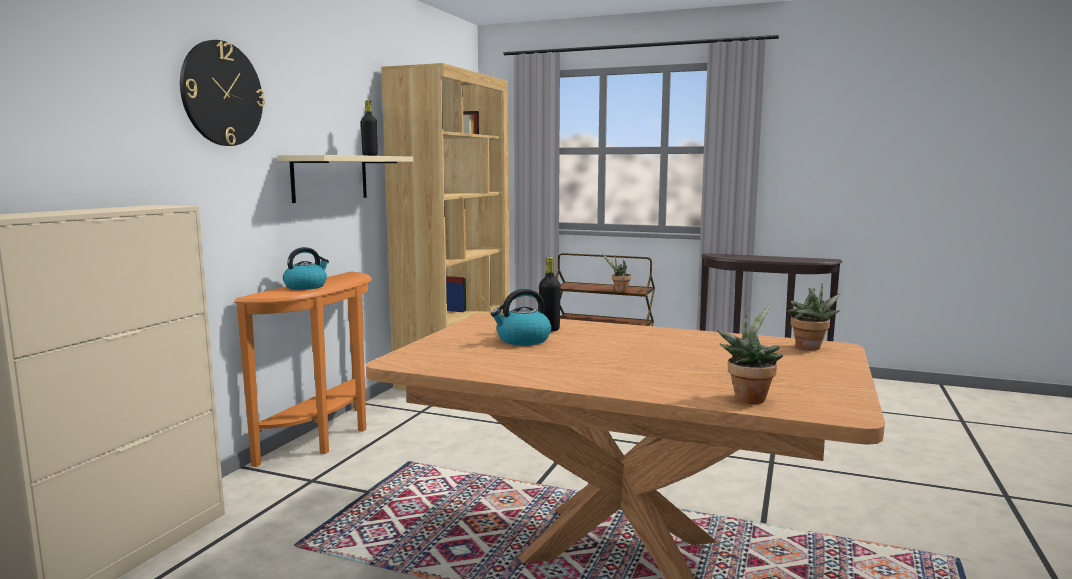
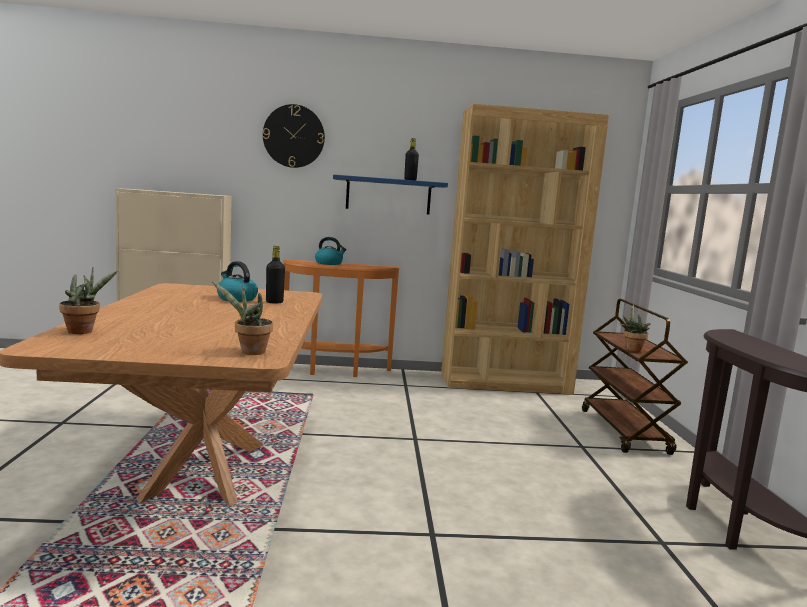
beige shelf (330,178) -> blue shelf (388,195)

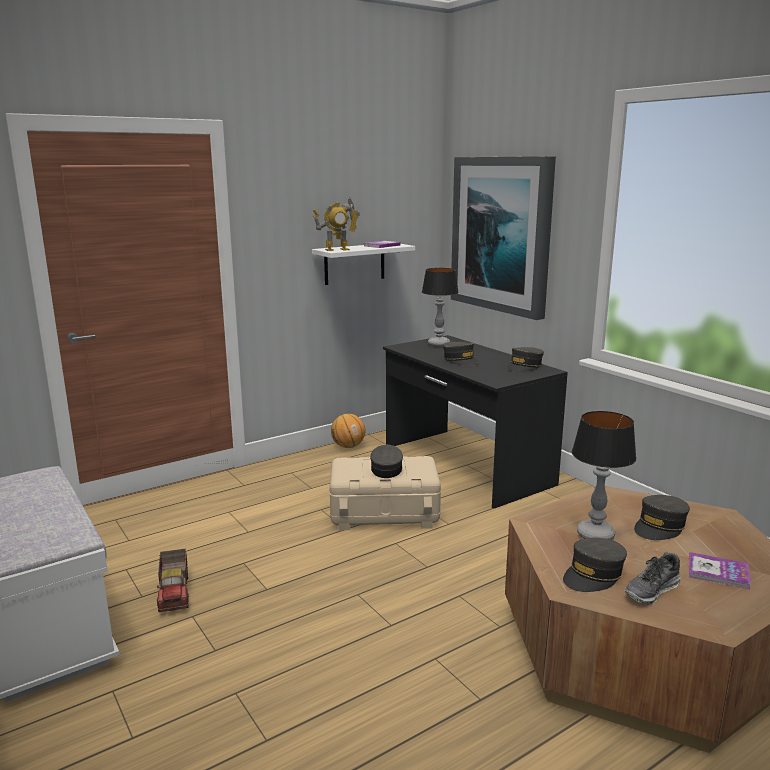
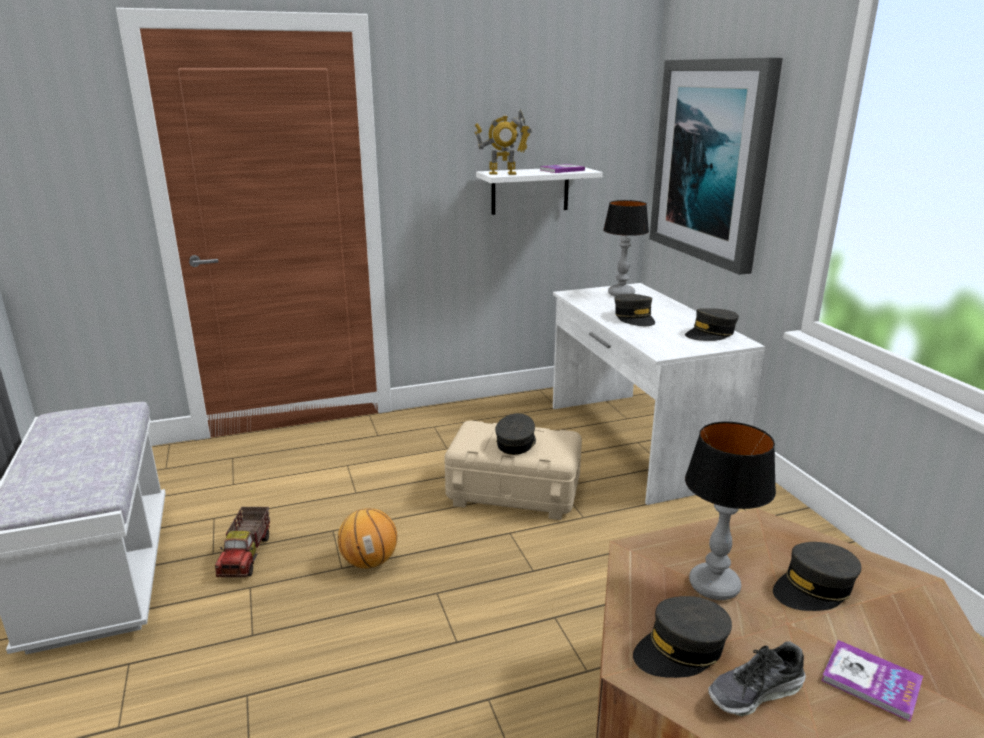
basketball (348,446) -> basketball (369,561), relocated
black desk (465,465) -> white desk (636,443)

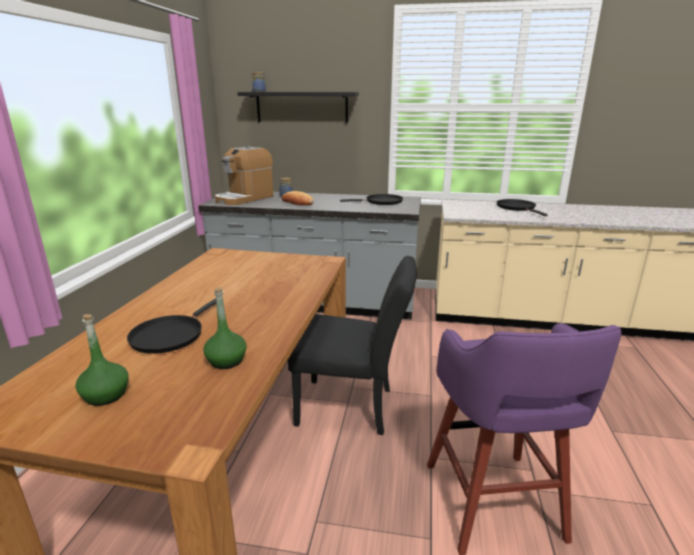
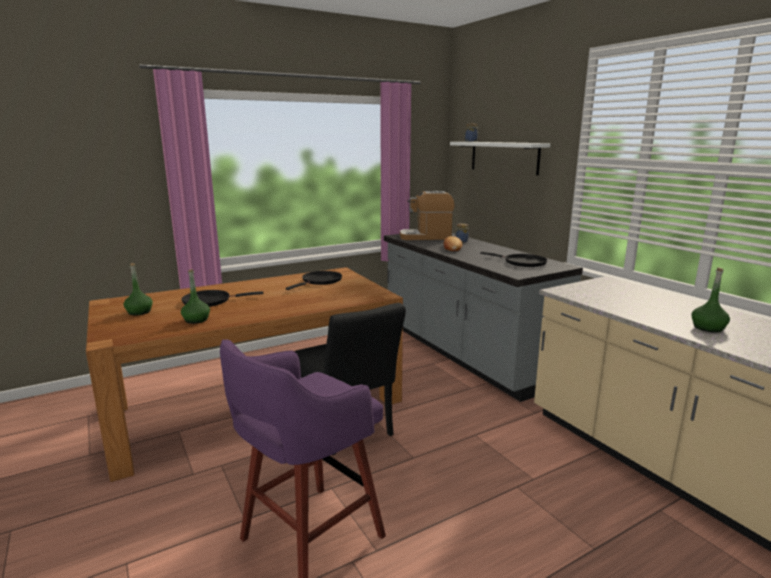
none -> green bottle (708,328)
black frying pan (517,208) -> black frying pan (320,281), relocated
black shelf (301,107) -> white shelf (504,157)

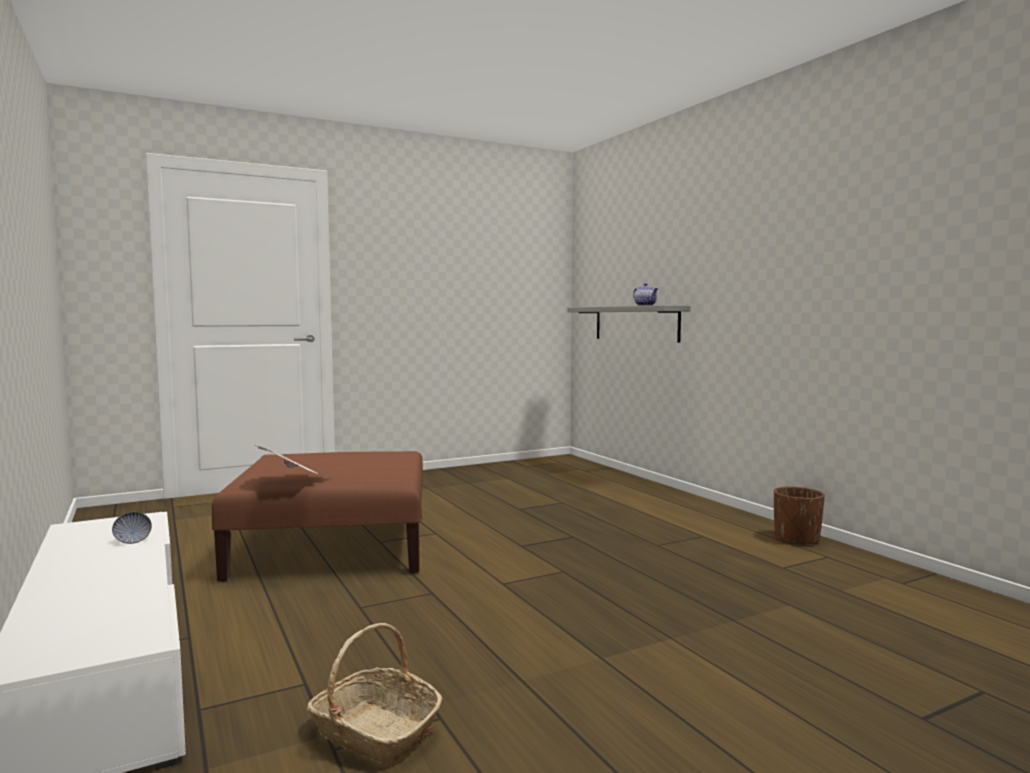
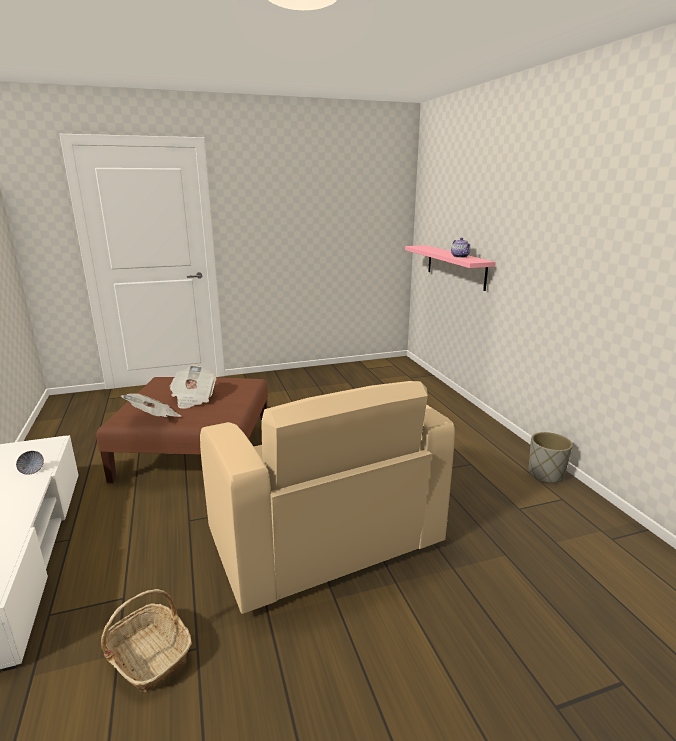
none -> newspaper (193,398)
none -> beige armchair (322,539)
grey shelf (635,323) -> pink shelf (455,266)
brown planter (797,539) -> grey planter (546,475)

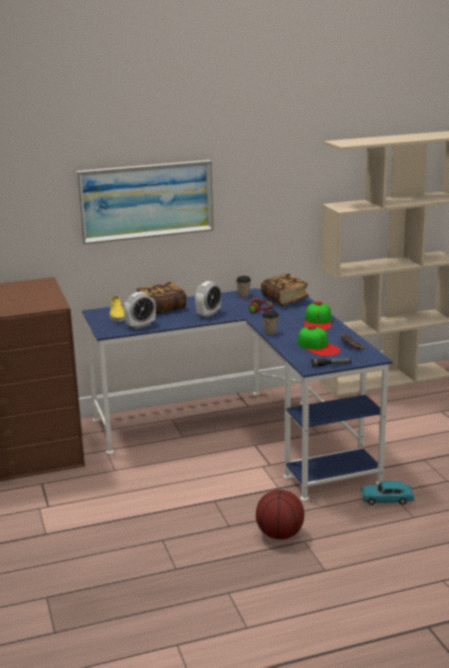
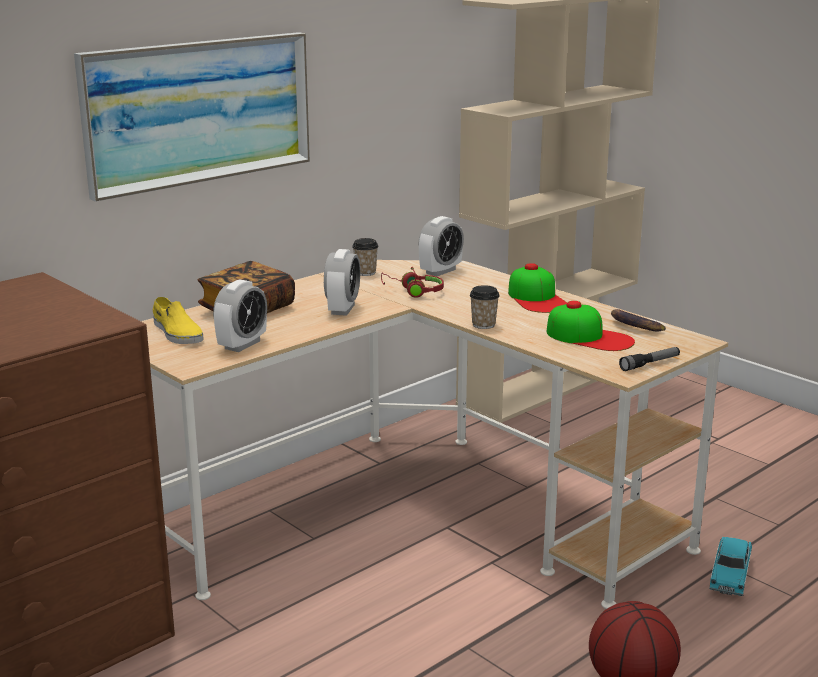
book (285,299) -> alarm clock (440,271)
blue desk (243,433) -> beige desk (411,511)
turquoise toy car (387,500) -> turquoise toy car (730,576), 45 degrees counterclockwise

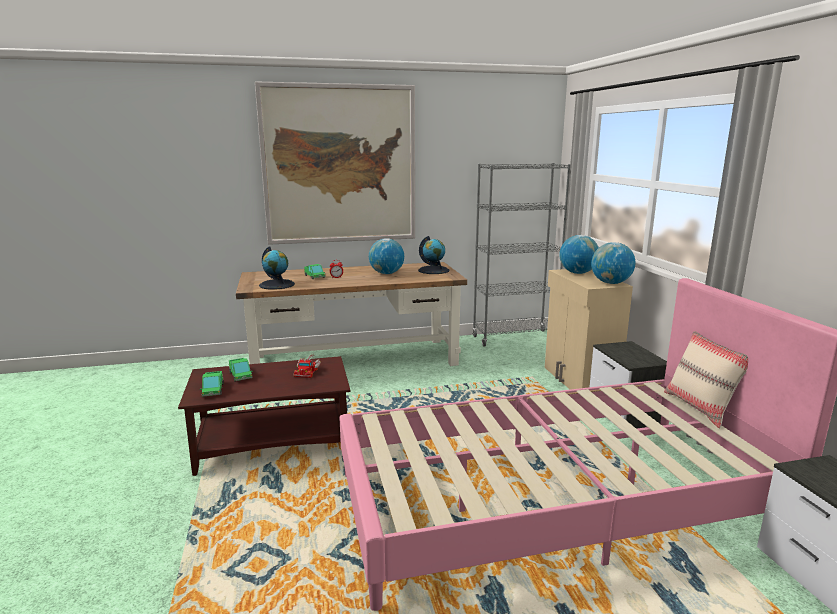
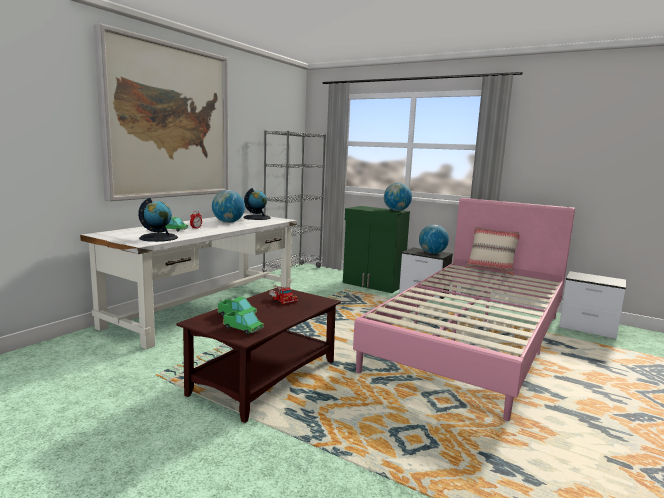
globe (577,273) -> globe (432,253), relocated
brown desk (355,360) -> white desk (205,308)
beige cabinet (579,380) -> green cabinet (373,285)

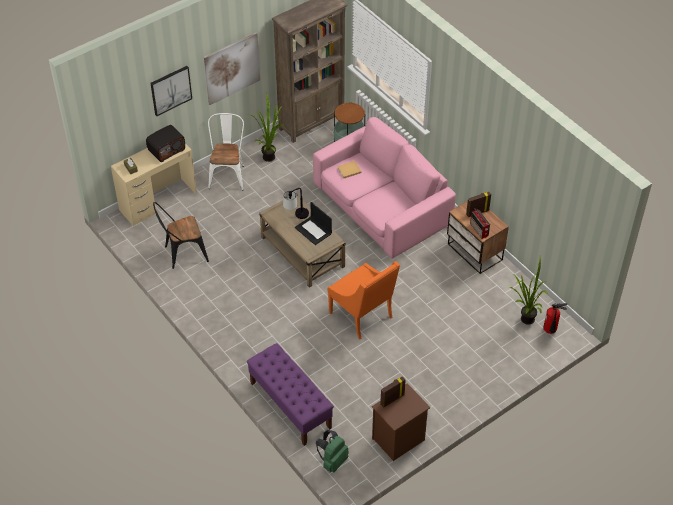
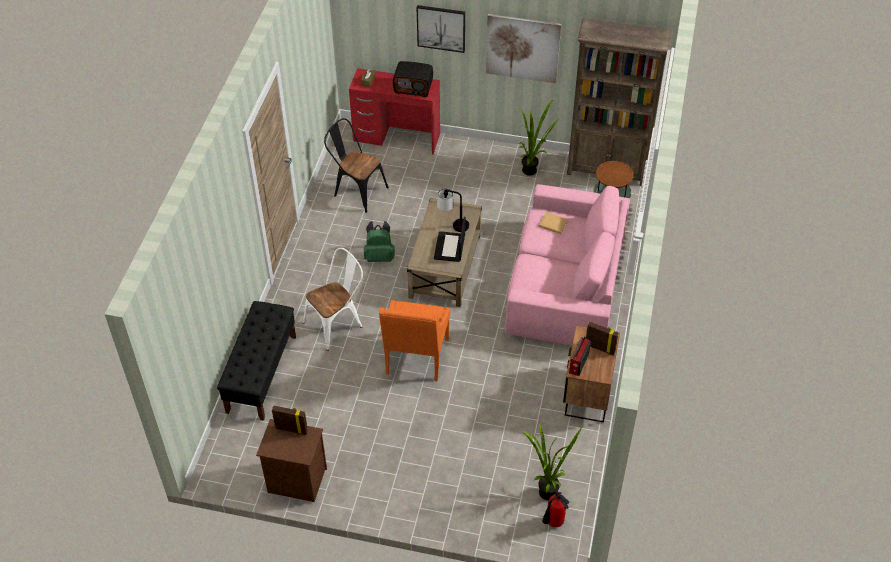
white chair (228,174) -> white chair (337,323), relocated
green backpack (332,461) -> green backpack (379,256), relocated
beige desk (158,201) -> red desk (397,137)
purple bench (290,405) -> black bench (261,373)

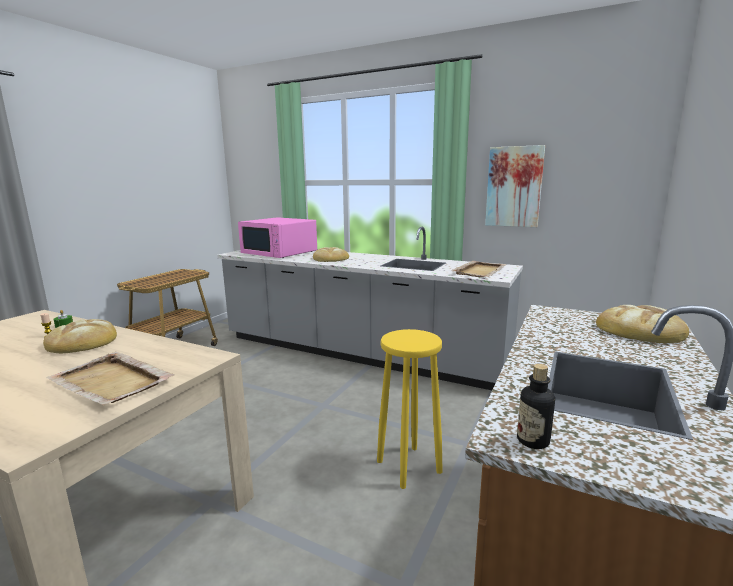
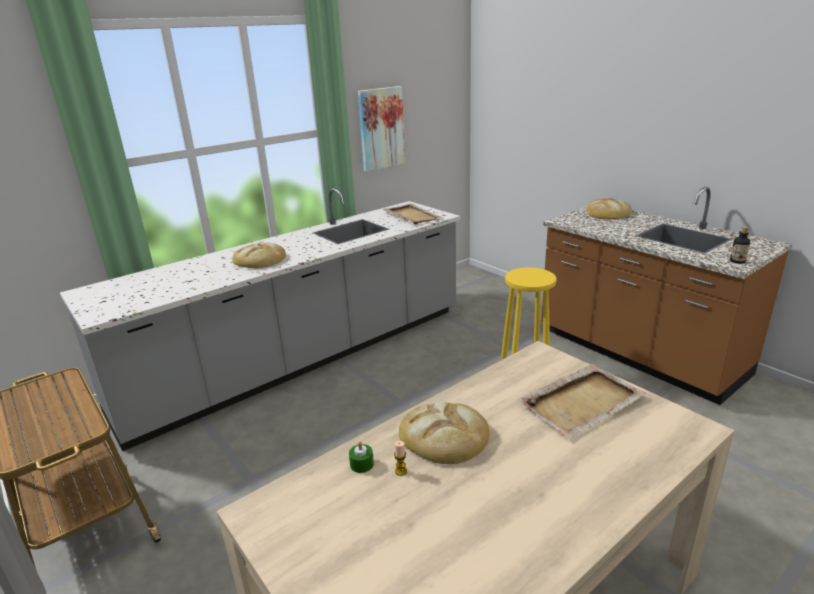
pink microwave (279,252) -> none

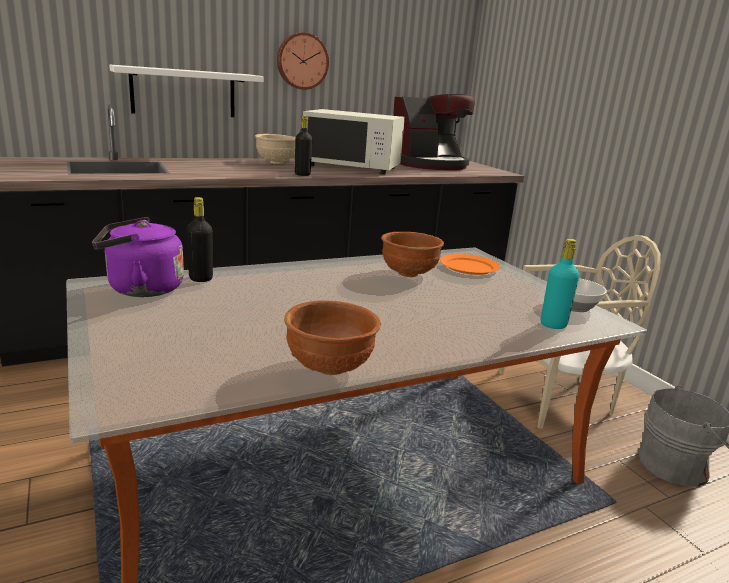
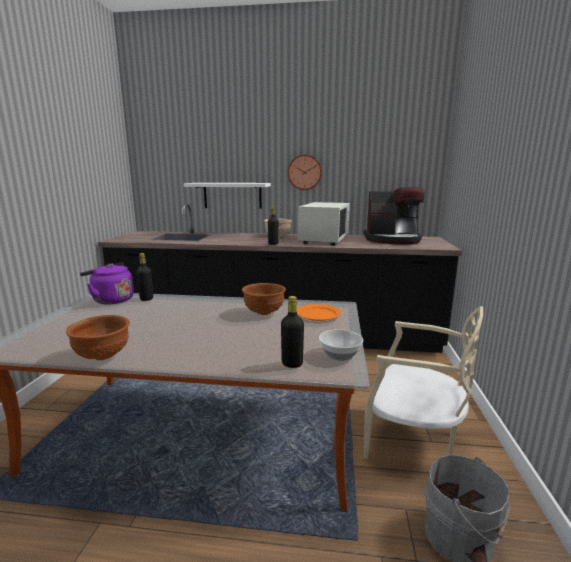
turquoise bottle (553,325) -> black bottle (292,363)
white microwave (352,166) -> white microwave (324,240), 120 degrees counterclockwise

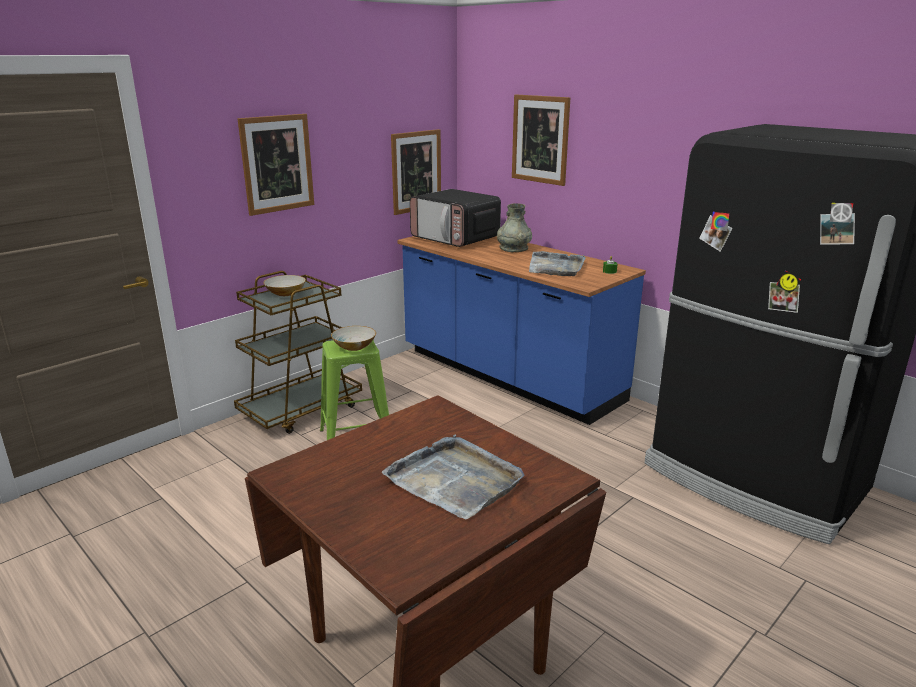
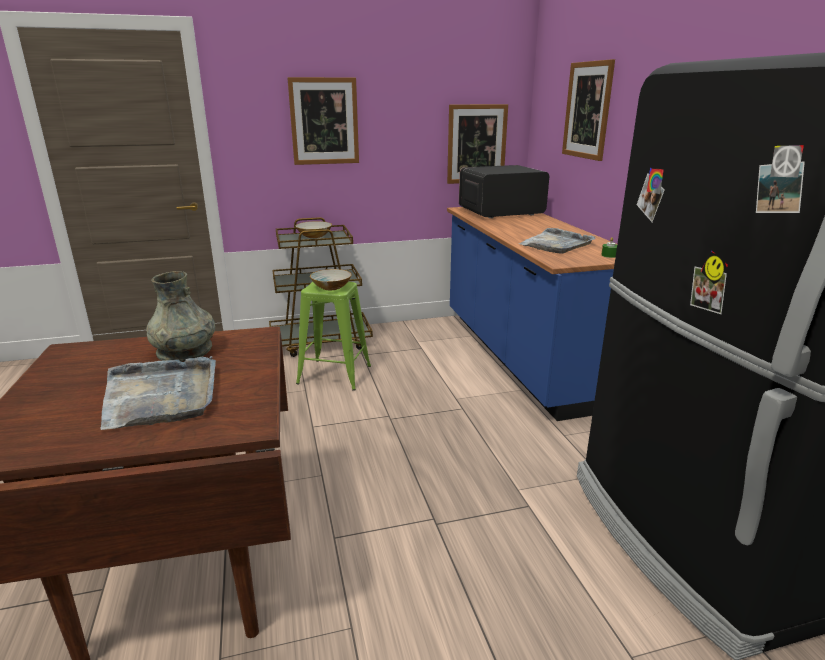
grey vase (513,248) -> grey vase (185,351), relocated
microwave (455,238) -> microwave (500,212), 90 degrees clockwise

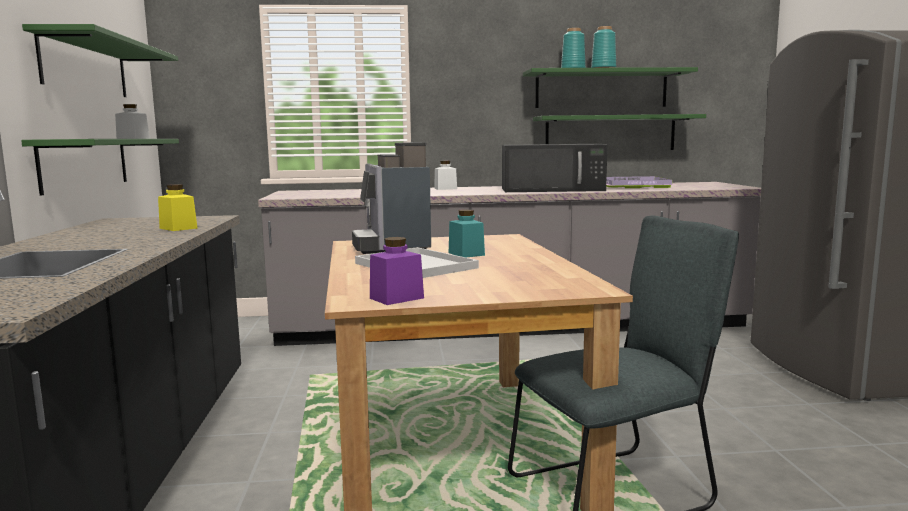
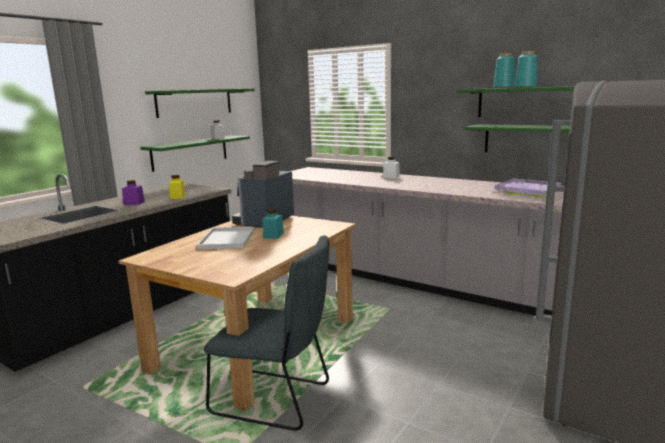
black microwave (553,189) -> none
purple jar (396,298) -> purple jar (134,203), relocated

